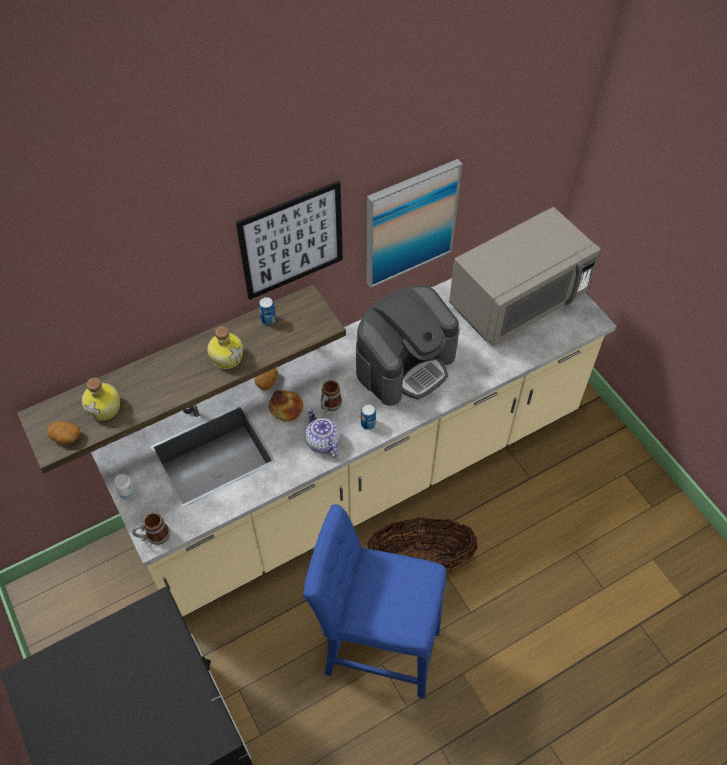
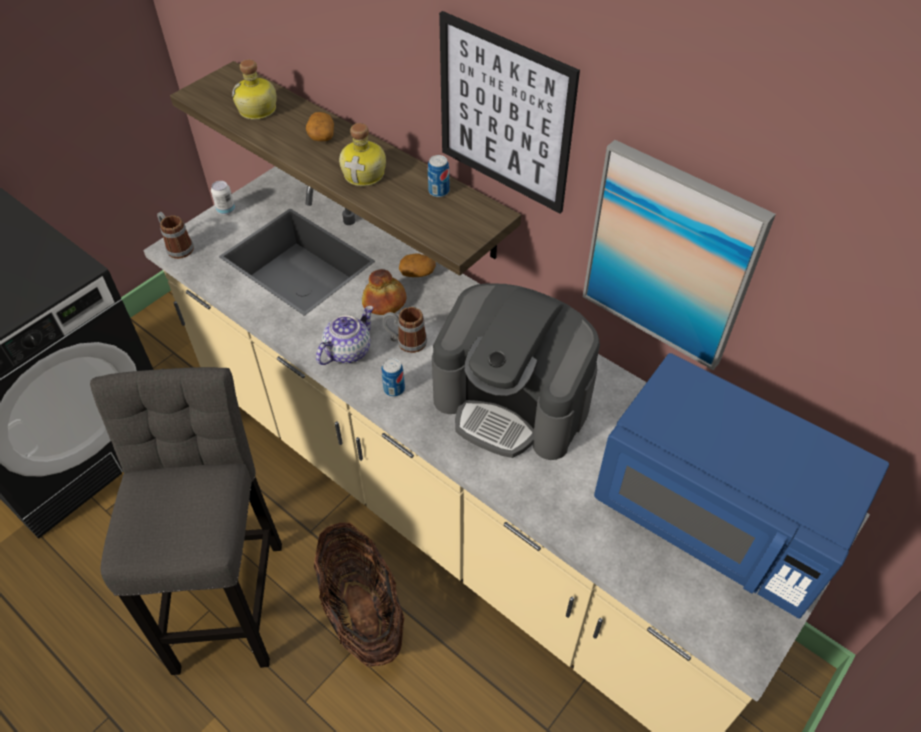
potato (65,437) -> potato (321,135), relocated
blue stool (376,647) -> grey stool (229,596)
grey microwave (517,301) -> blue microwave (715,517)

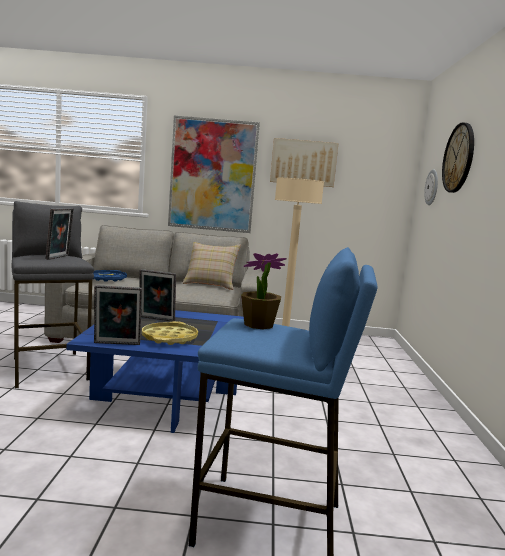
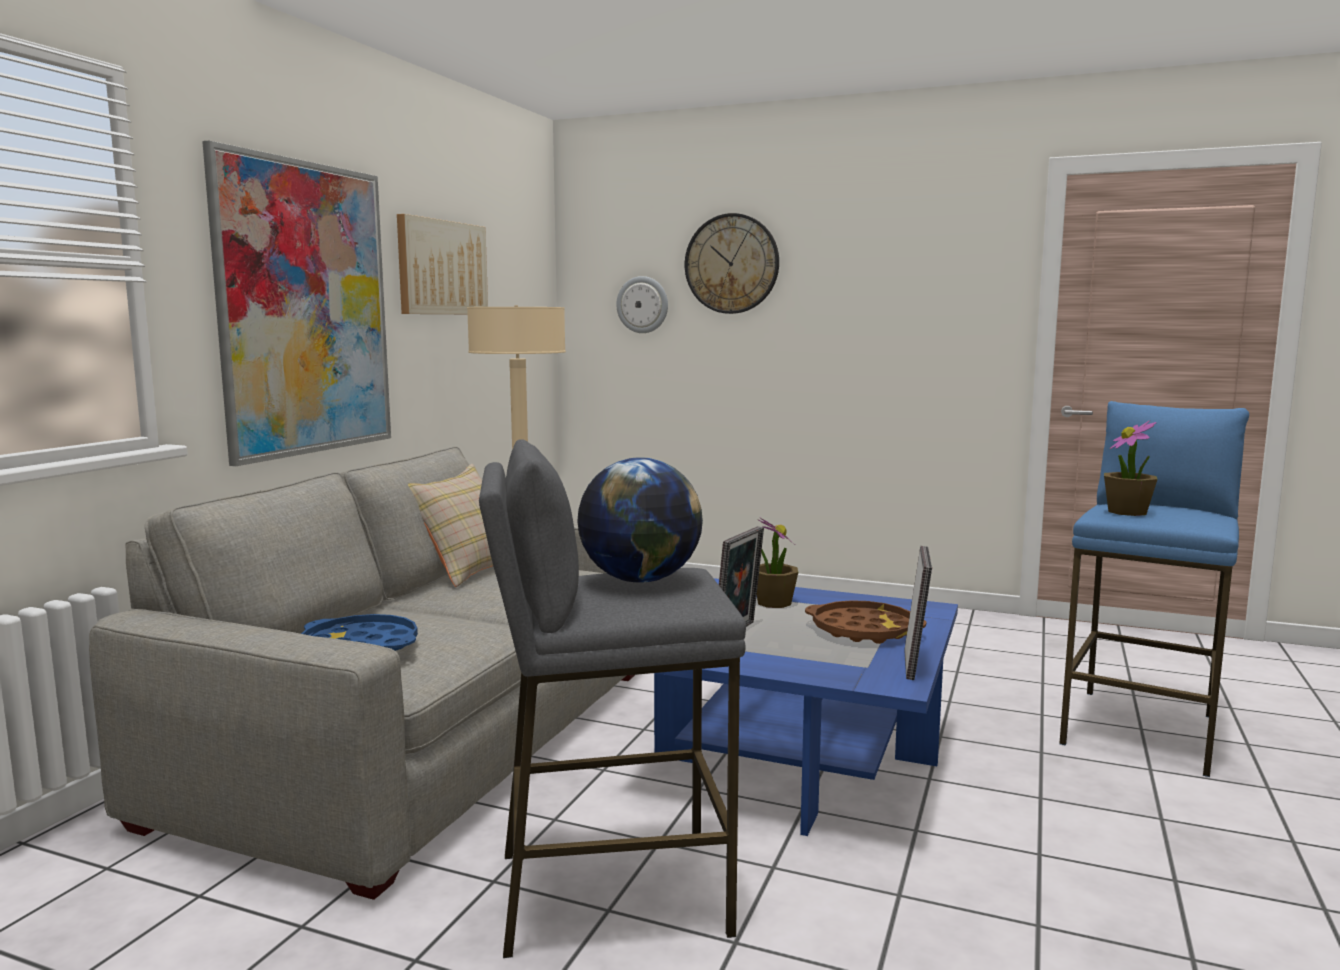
none -> potted plant (773,602)
picture frame (59,257) -> globe (639,580)
yellow tray (169,338) -> brown tray (863,630)

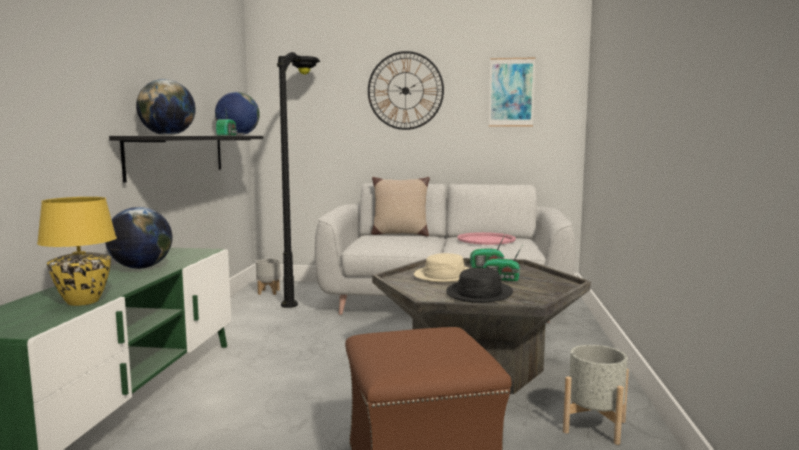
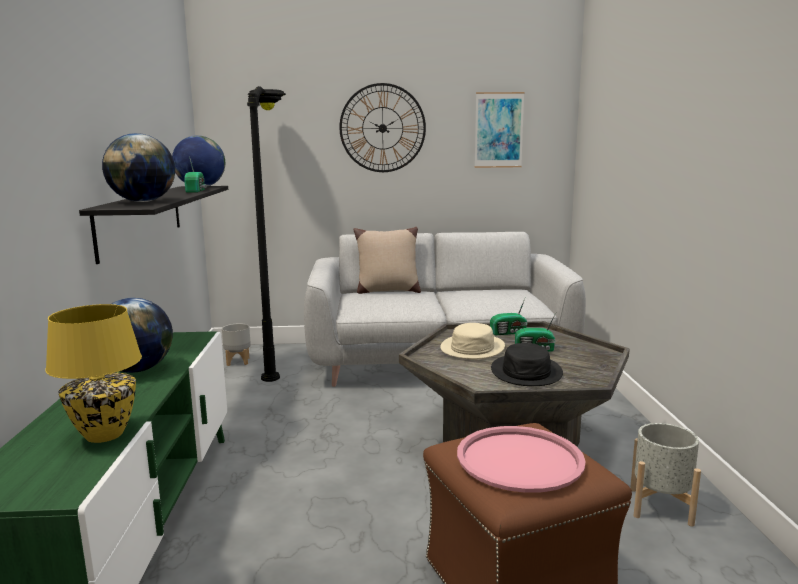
pink tray (486,239) -> pink tray (520,459), relocated

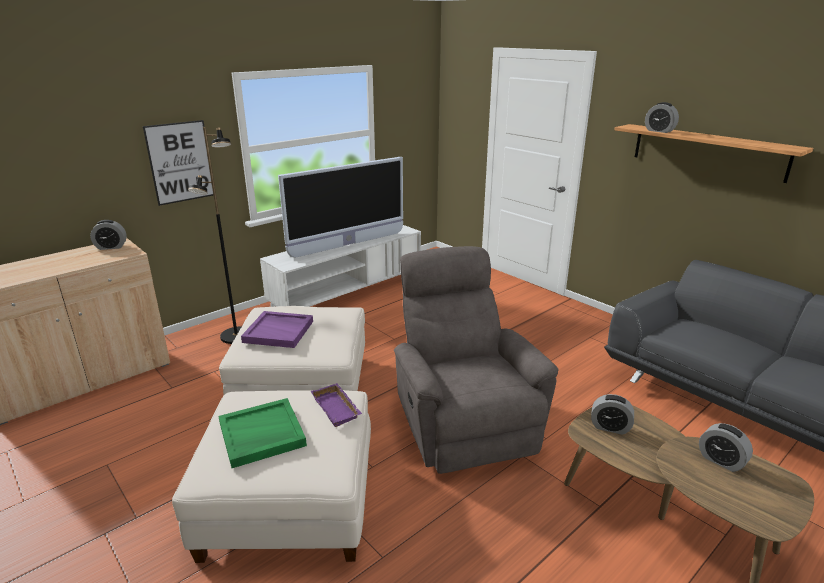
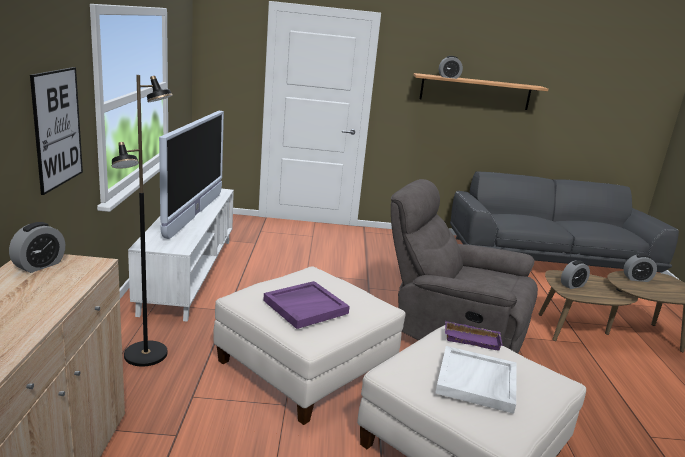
green tray (261,435) -> white tray (477,382)

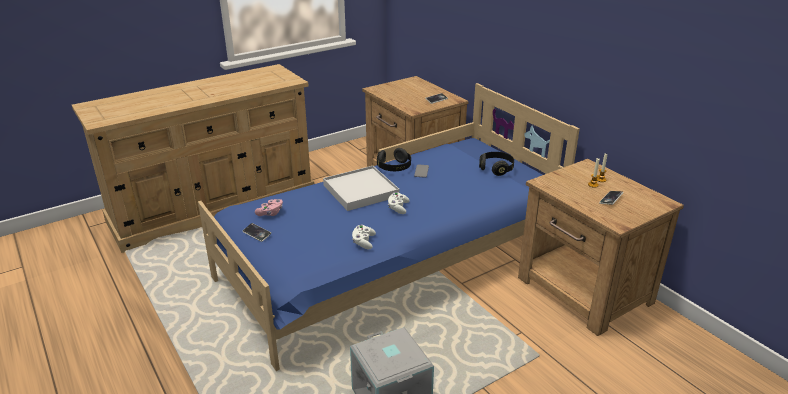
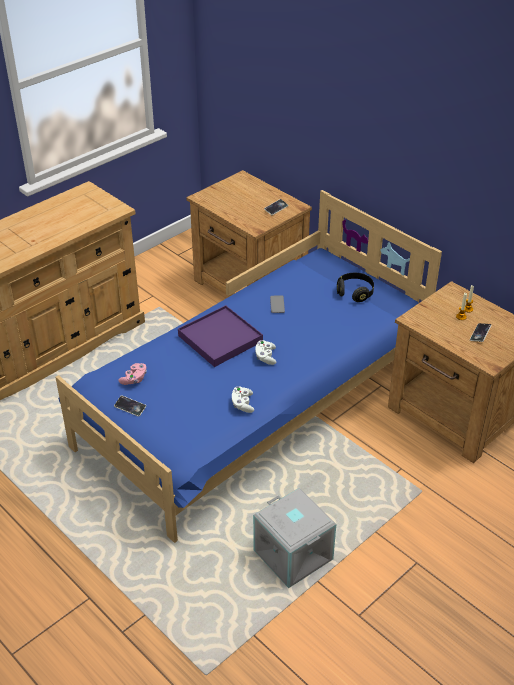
black headphones (394,167) -> none
white tray (361,191) -> purple tray (220,338)

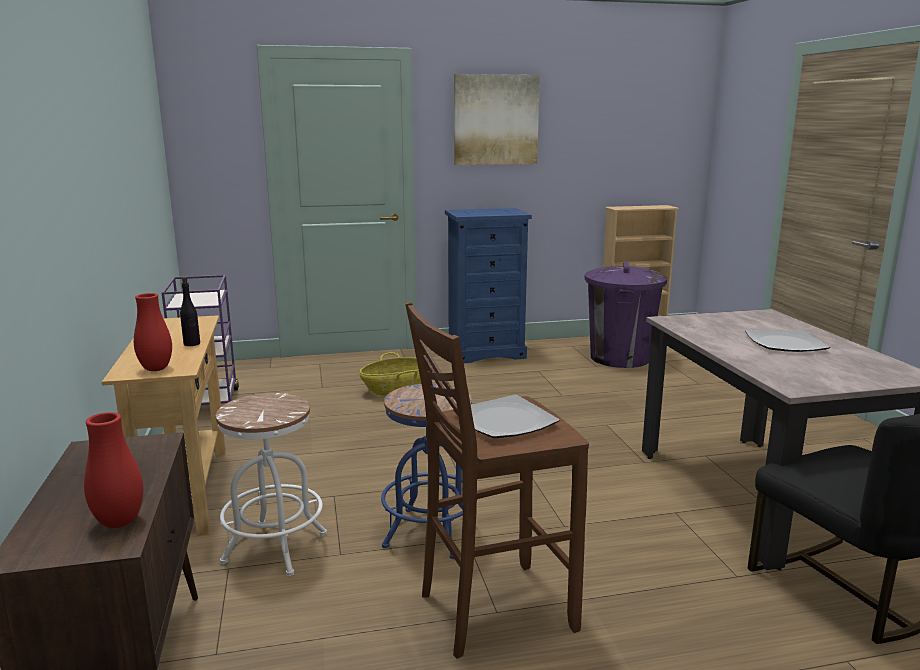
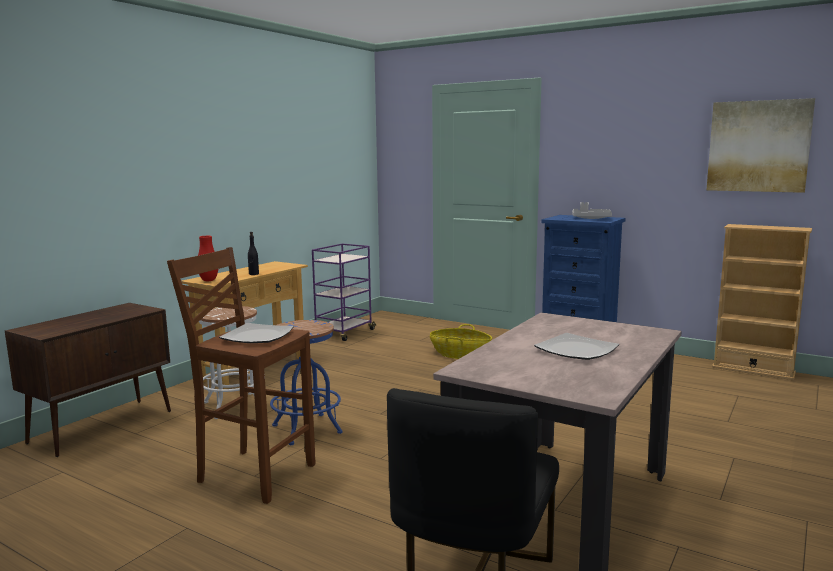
red vase (119,522) -> none
purple trash can (619,358) -> none
none -> grey tray (590,218)
picture (495,120) -> picture (758,146), relocated

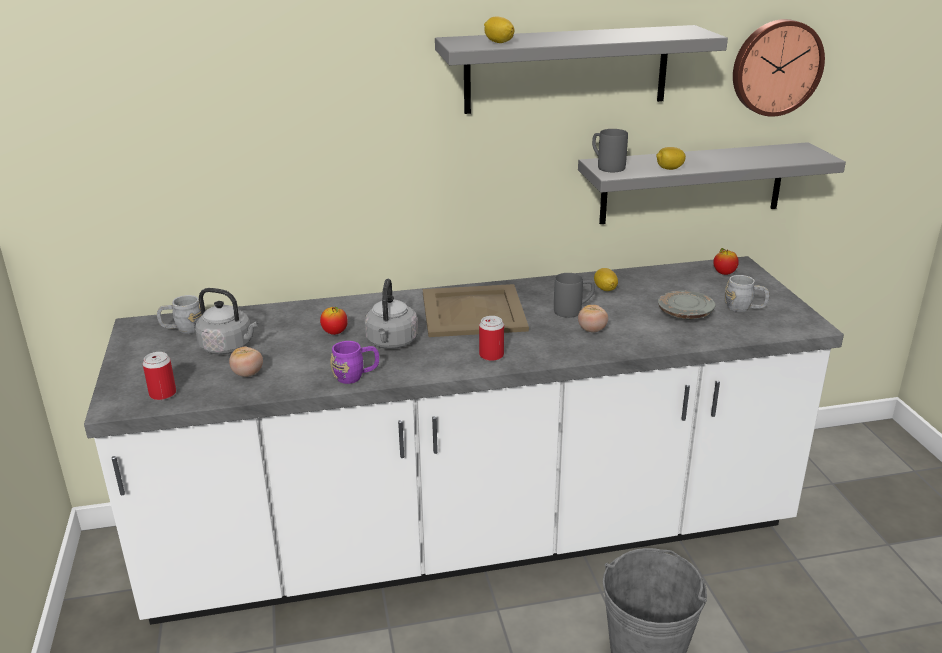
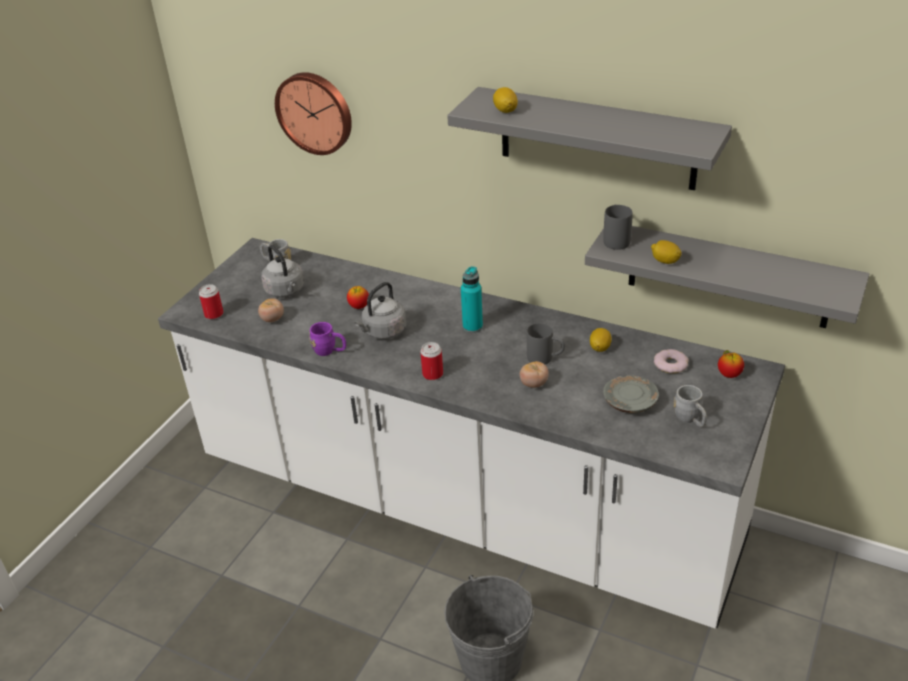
none -> donut (670,364)
wall clock (775,67) -> wall clock (315,112), relocated
beige tray (474,311) -> turquoise bottle (472,326)

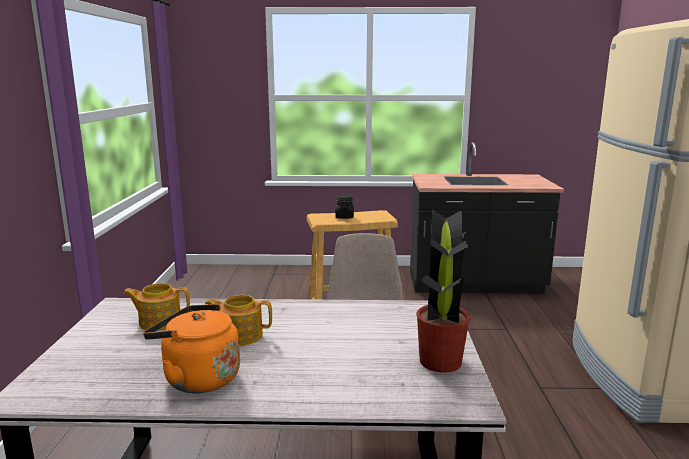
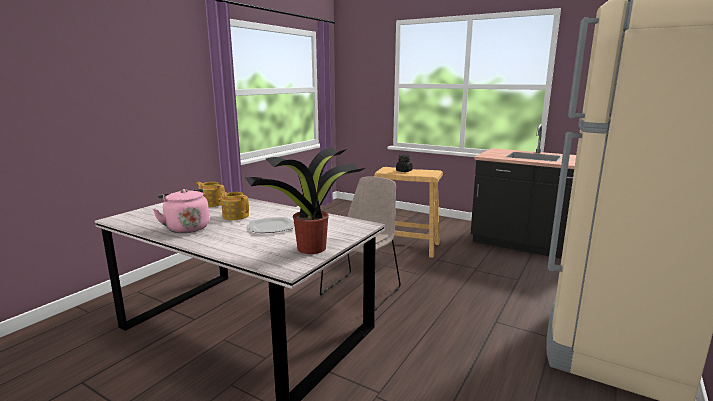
none -> plate (271,227)
orange kettle (198,378) -> pink kettle (186,228)

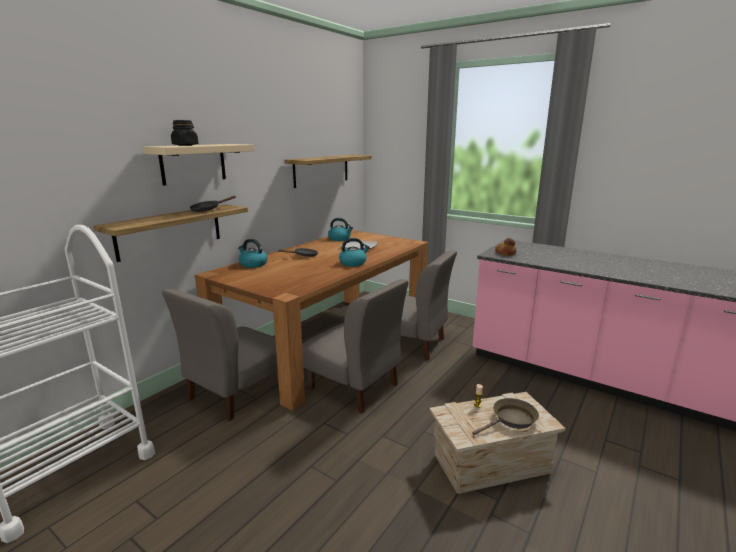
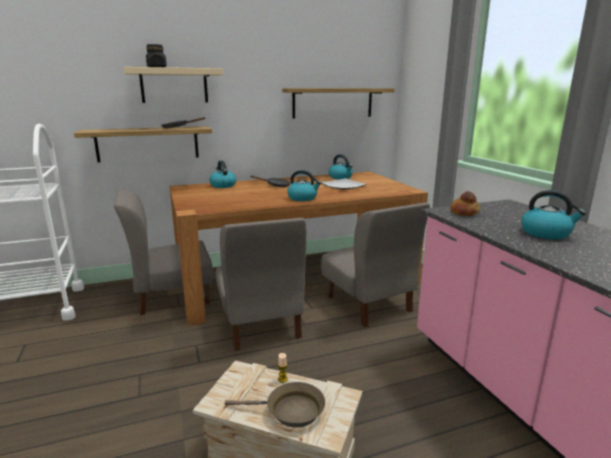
none -> kettle (546,233)

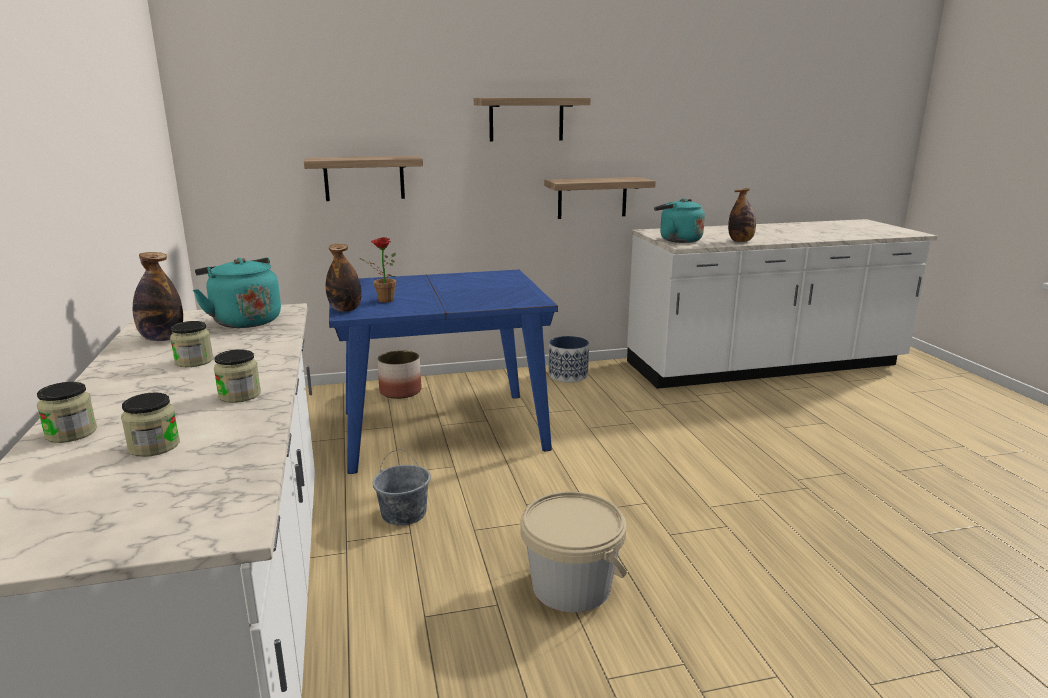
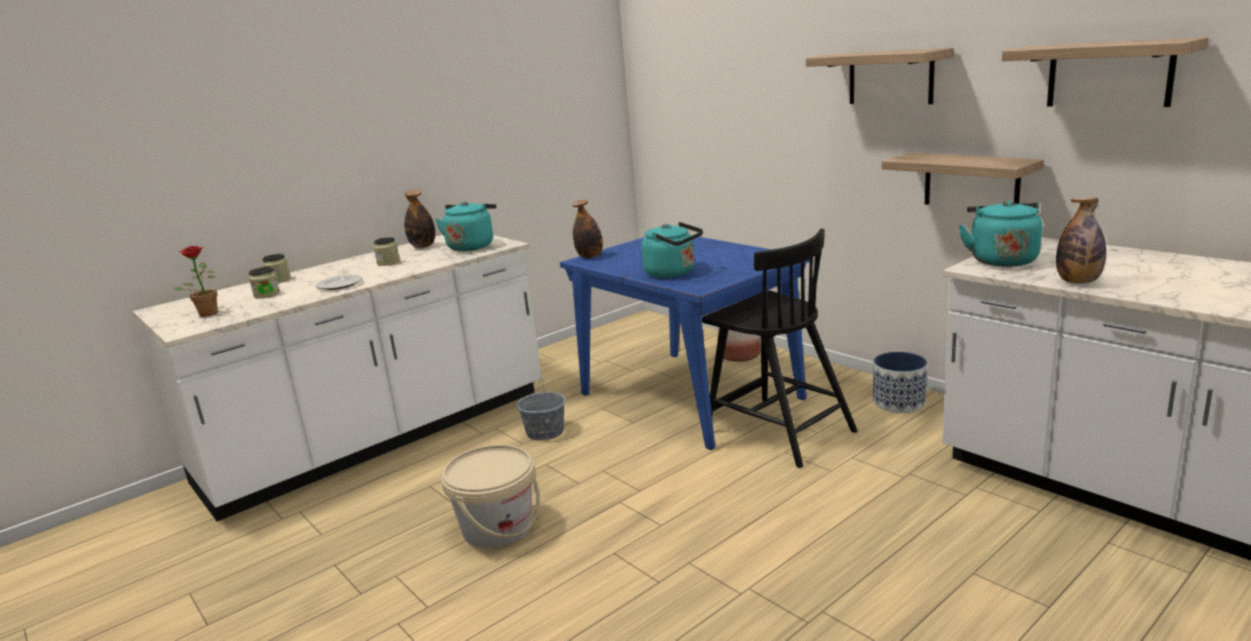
none -> turquoise kettle (673,273)
none -> black chair (777,430)
shelf (364,178) -> shelf (1109,74), relocated
potted plant (382,300) -> potted plant (208,313), relocated
jar (239,395) -> plate (340,285)

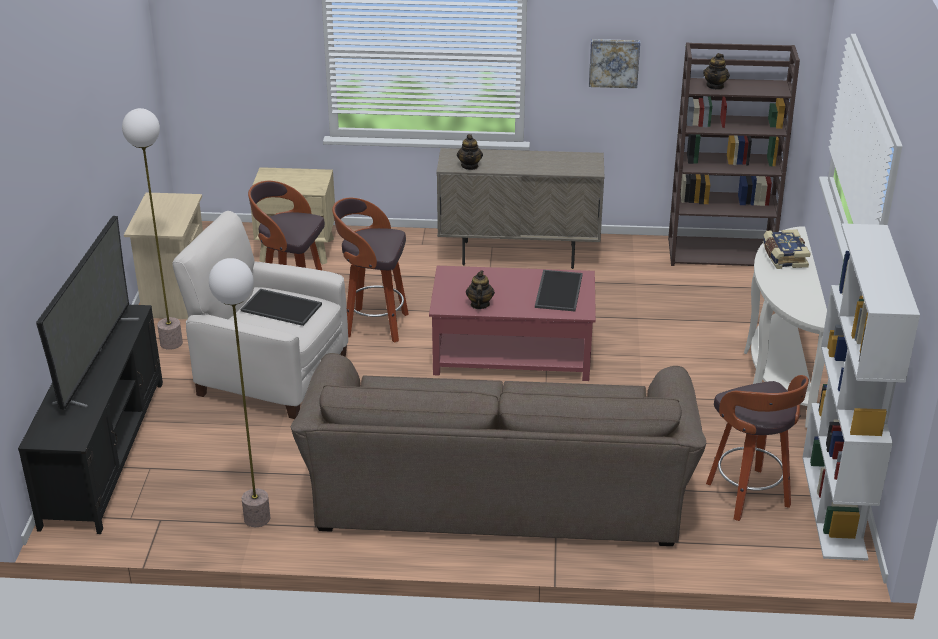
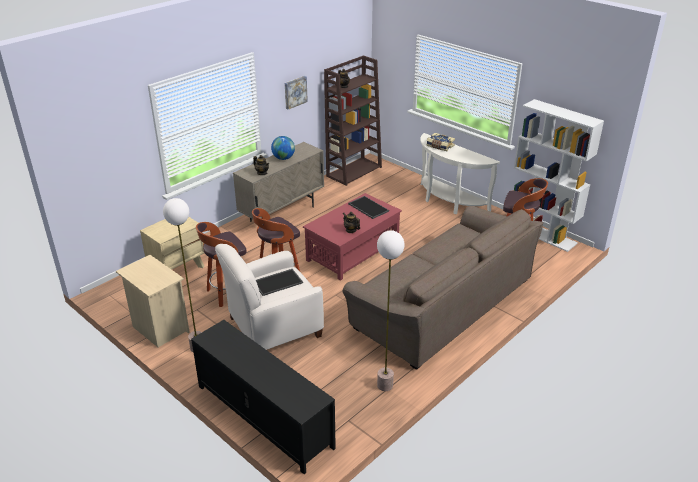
television (96,360) -> none
none -> globe (283,158)

